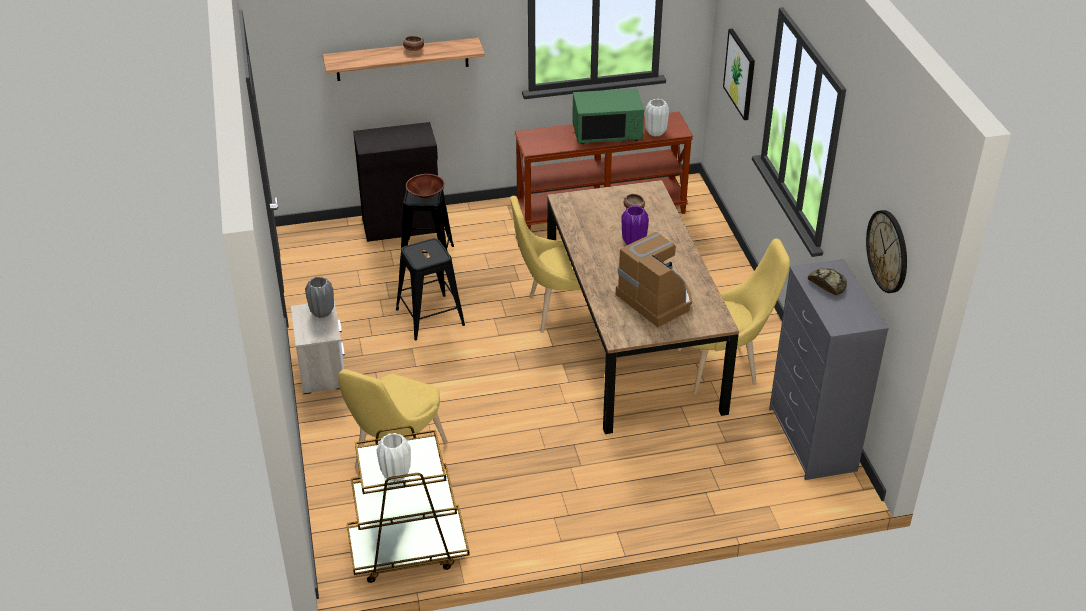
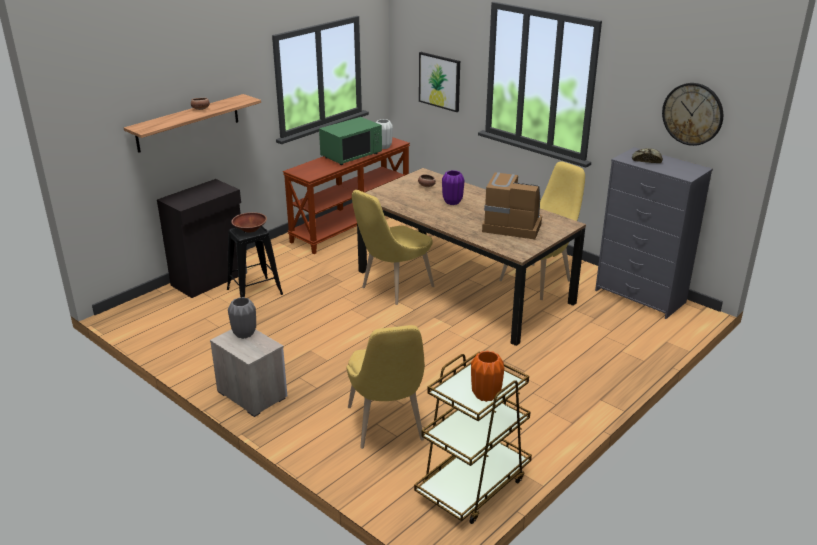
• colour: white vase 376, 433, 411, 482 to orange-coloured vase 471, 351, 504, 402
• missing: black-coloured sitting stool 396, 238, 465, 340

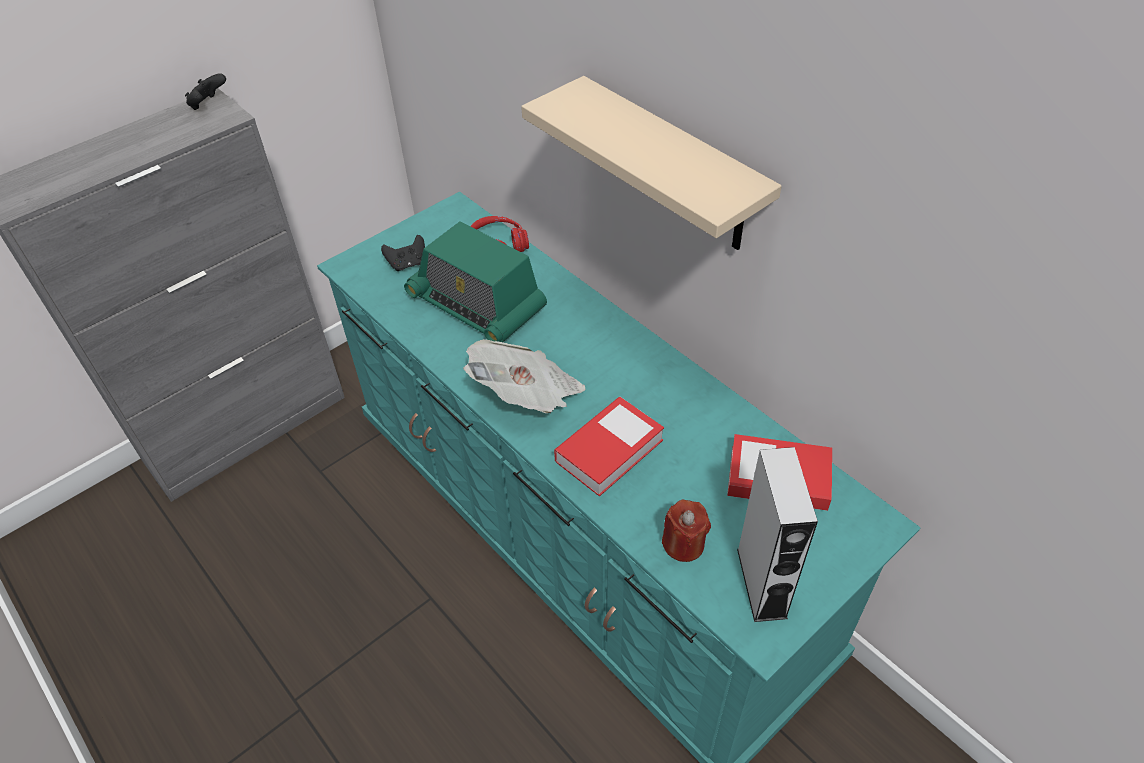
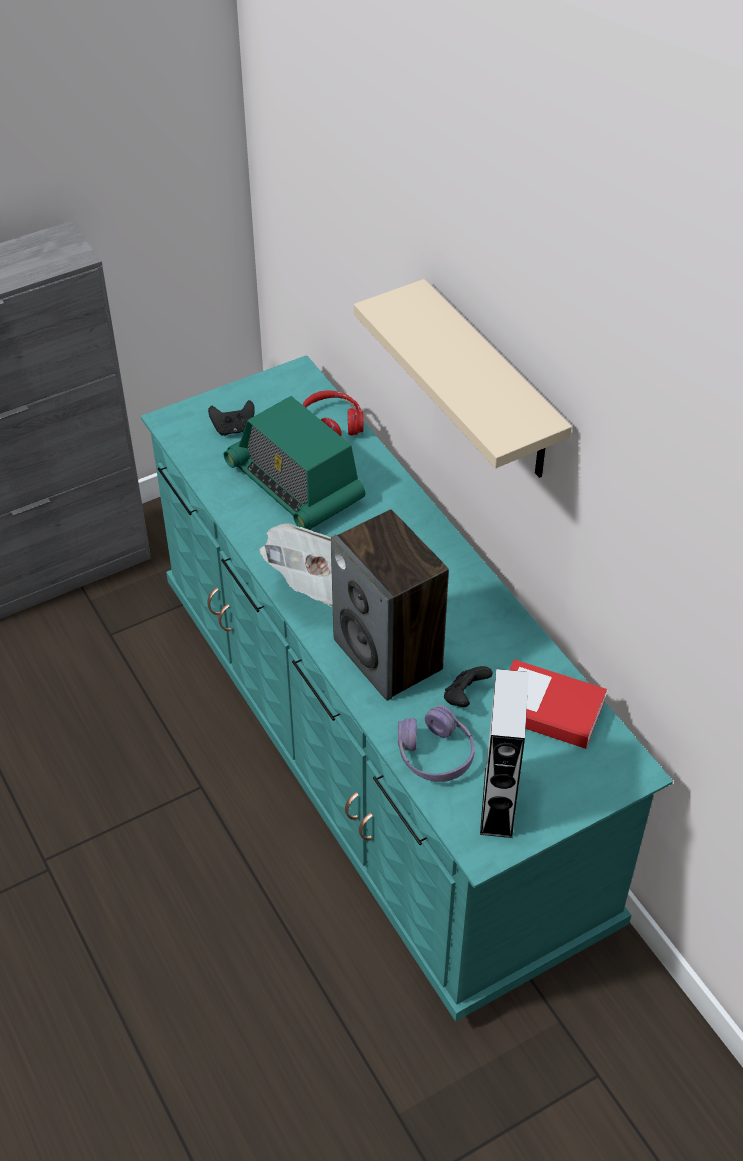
• relocated: black-coloured gamepad 185, 73, 226, 110 to 444, 666, 493, 707
• exchanged: bound book 554, 397, 664, 497 to loudspeaker 331, 510, 449, 701
• exchanged: red wax candle 662, 500, 711, 562 to purple-coloured headset 398, 705, 475, 782

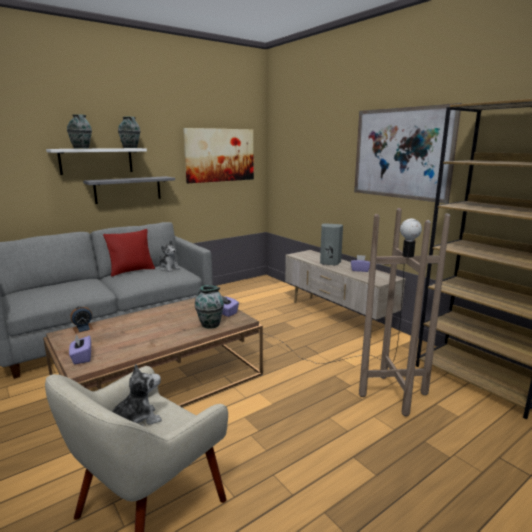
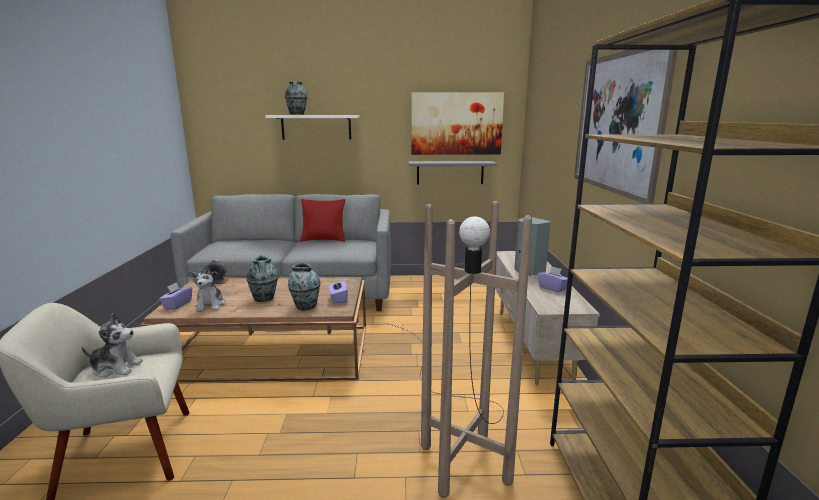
• relocated: gray shelf 83, 176, 175, 204 to 408, 161, 497, 184
• relocated: vase 118, 117, 140, 148 to 246, 255, 278, 302
• relocated: soft toy 159, 240, 181, 272 to 189, 265, 225, 312

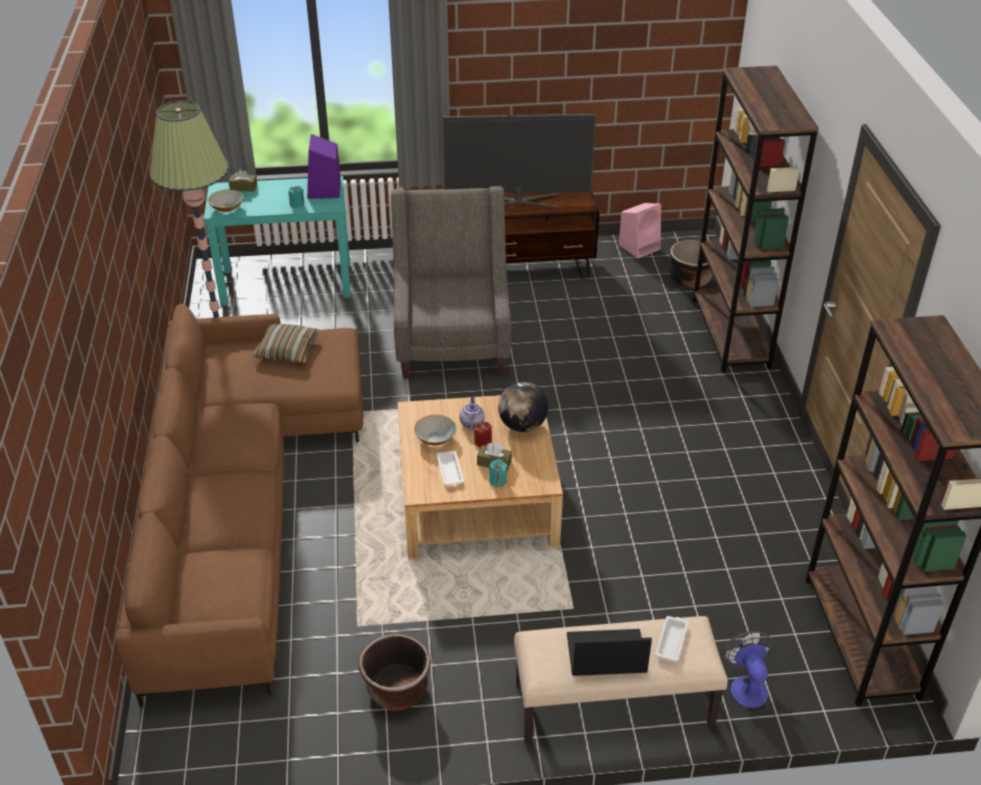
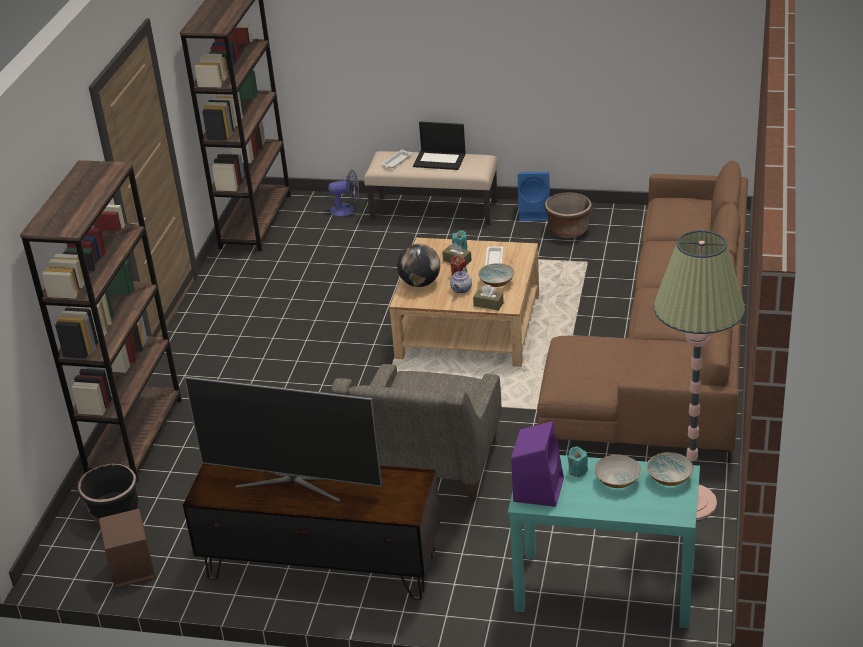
• relocated: brown-coloured tissue box 228, 169, 257, 191 to 473, 285, 504, 311
• missing: throw pillow 252, 323, 319, 363
• colour: pink-coloured loudspeaker 619, 203, 661, 259 to brown-coloured loudspeaker 98, 509, 155, 588
• spun: fan 723, 631, 772, 708 = 328, 170, 359, 216 105 degrees counterclockwise
• appeared: bluish loudspeaker 518, 172, 550, 221
• appeared: serving bowl 594, 455, 641, 488

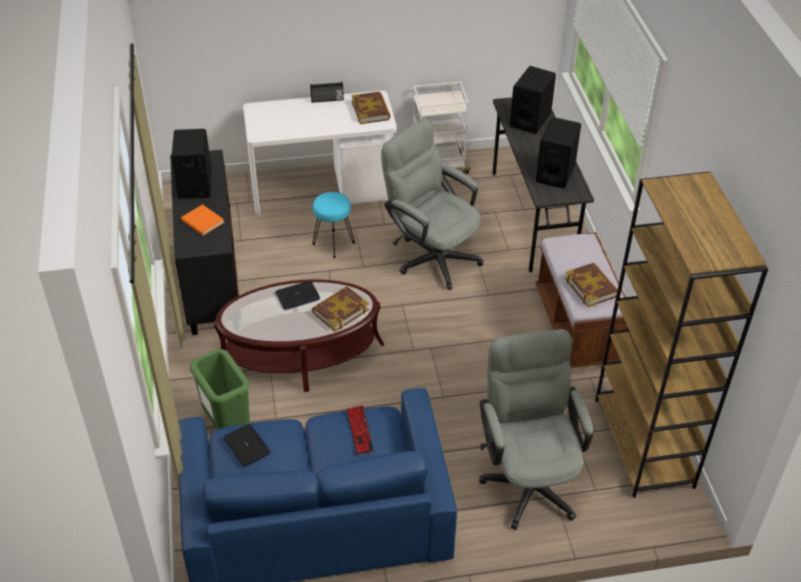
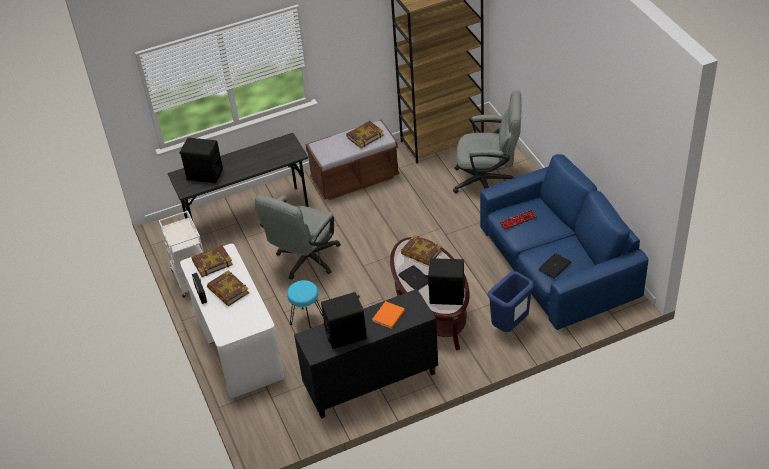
• colour: greenish waste bin 190, 349, 250, 430 to bluish waste bin 488, 271, 534, 332
• spun: gray office chair 479, 329, 593, 530 = 453, 90, 522, 193 150 degrees counterclockwise
• relocated: black-coloured loudspeaker 536, 117, 581, 189 to 426, 258, 465, 305
• appeared: bound book 207, 270, 249, 306

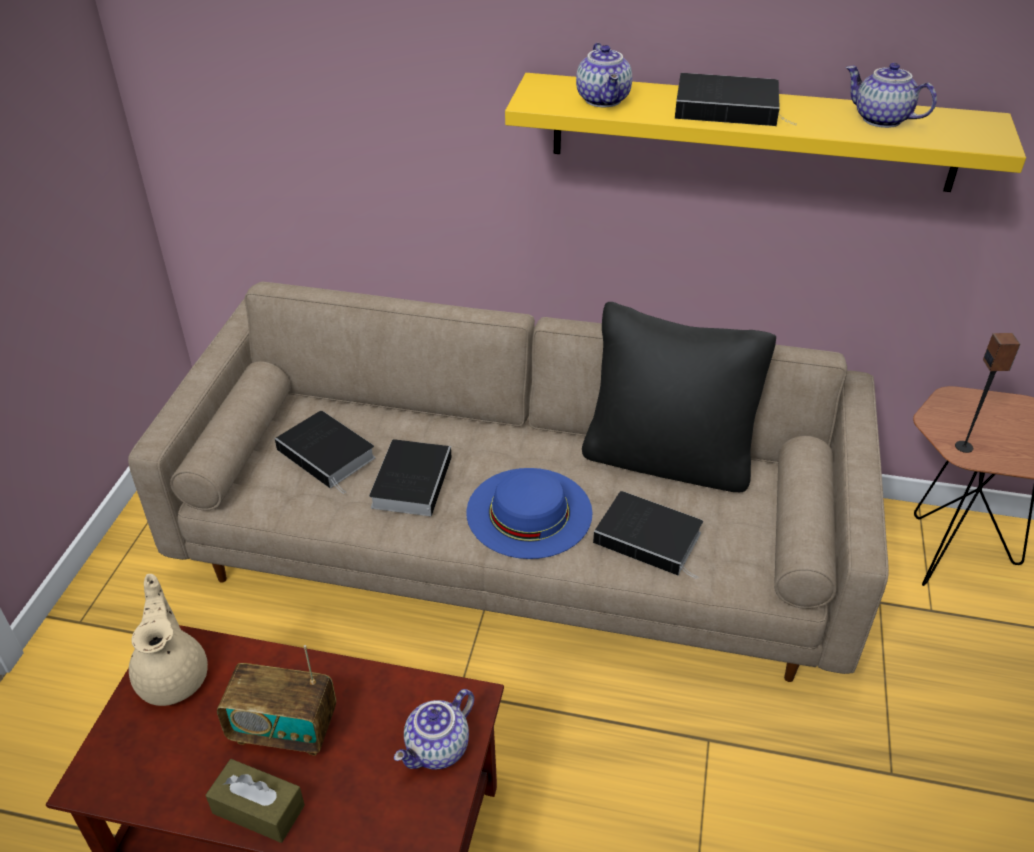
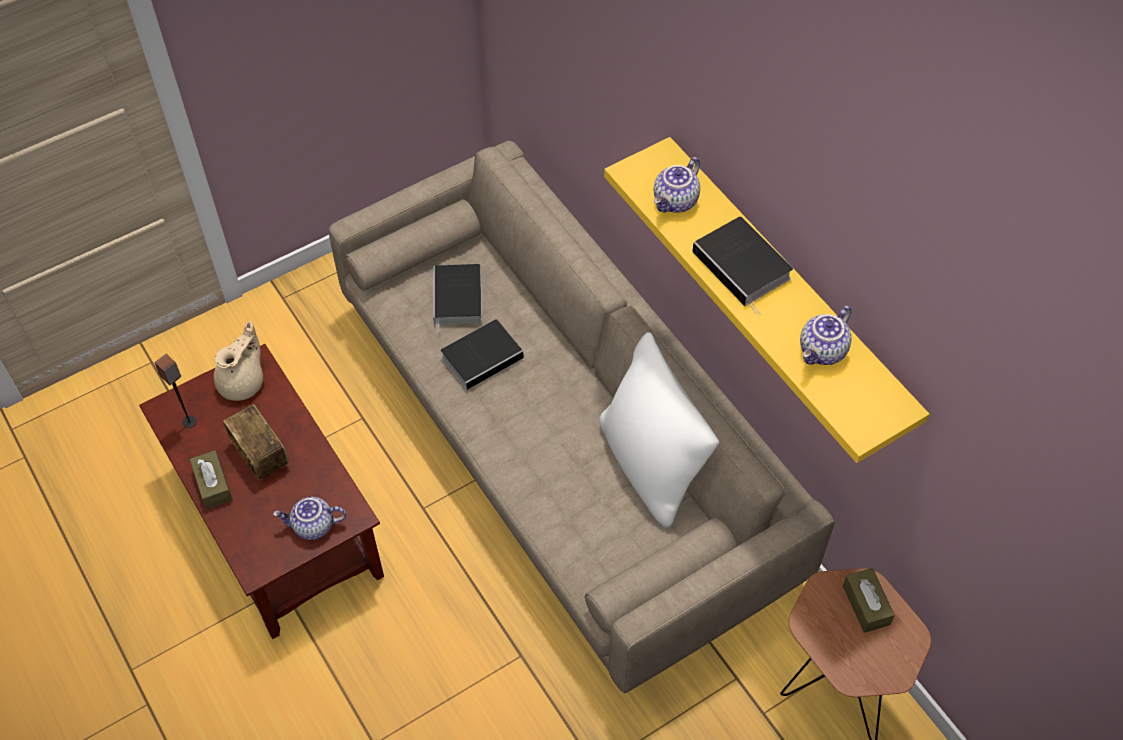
• missing: bluish hat 466, 468, 592, 559
• colour: black-coloured throw pillow 582, 302, 776, 492 to white throw pillow 599, 332, 720, 528
• missing: bound book 593, 491, 703, 579
• spun: teapot 846, 63, 937, 128 = 800, 305, 851, 365 135 degrees counterclockwise
• relocated: loudspeaker 955, 333, 1020, 453 to 154, 354, 197, 428
• appeared: brown-coloured tissue box 843, 568, 895, 633

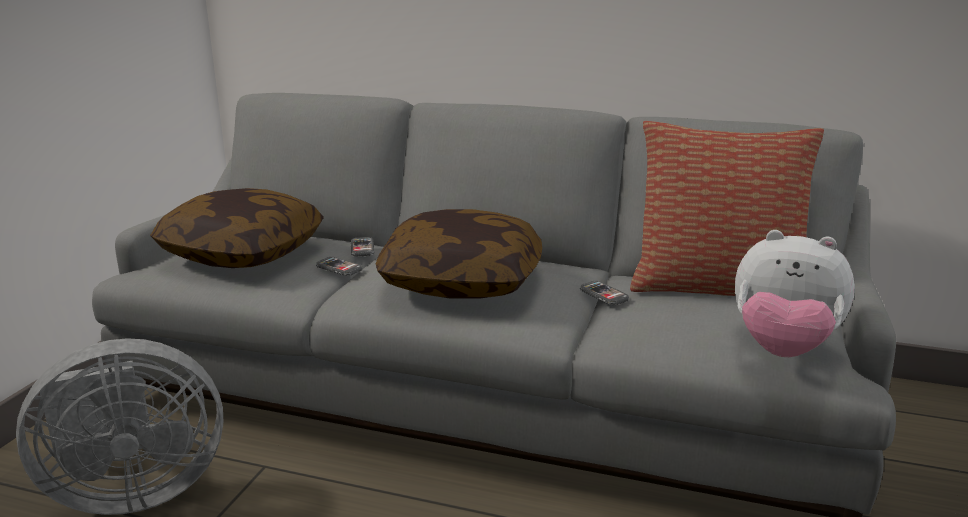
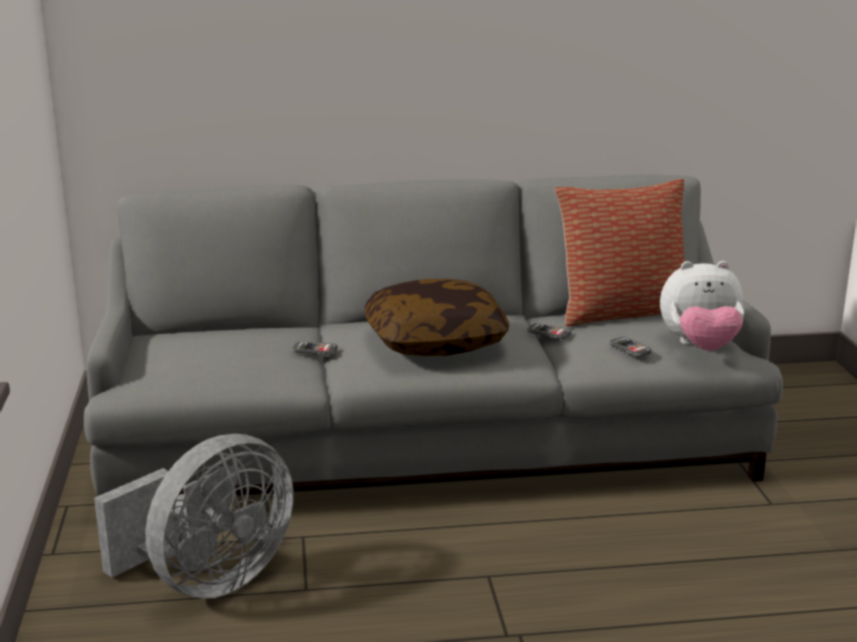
• missing: throw pillow 150, 188, 324, 268
• relocated: handset 351, 237, 374, 256 to 610, 337, 652, 357

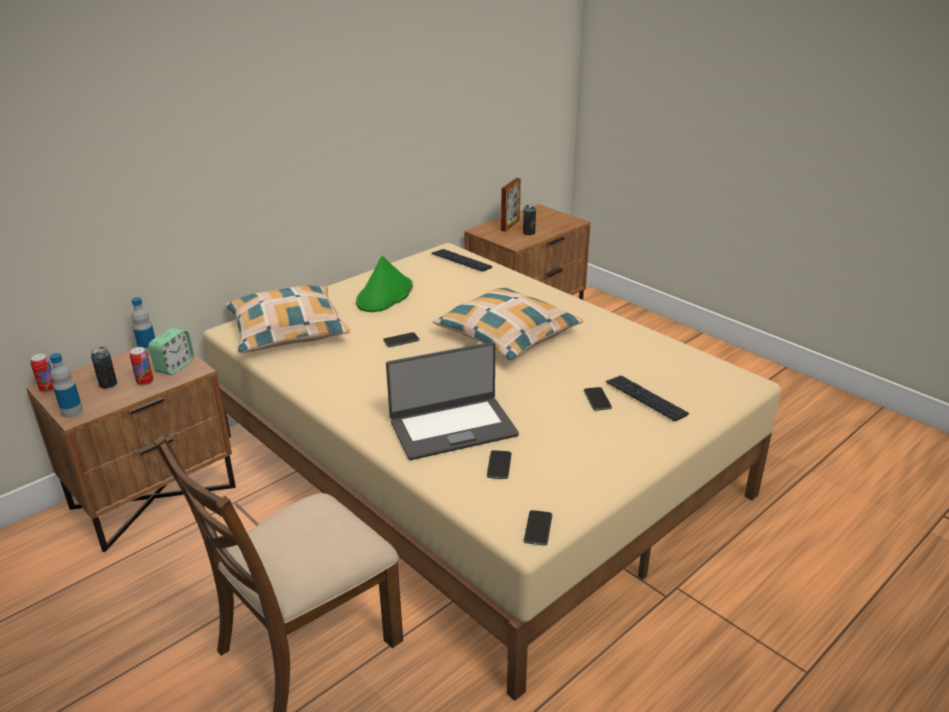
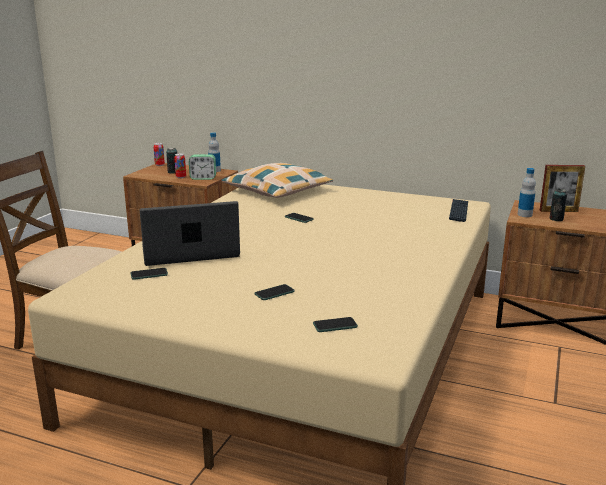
• relocated: beverage bottle 50, 353, 83, 418 to 517, 168, 536, 217
• missing: greenish hat 356, 256, 413, 312
• spun: notebook computer 386, 342, 519, 460 = 140, 201, 240, 266 120 degrees clockwise
• missing: throw pillow 433, 287, 583, 361
• relocated: handset 524, 510, 552, 546 to 313, 317, 358, 332
• missing: PC keyboard 606, 375, 689, 421

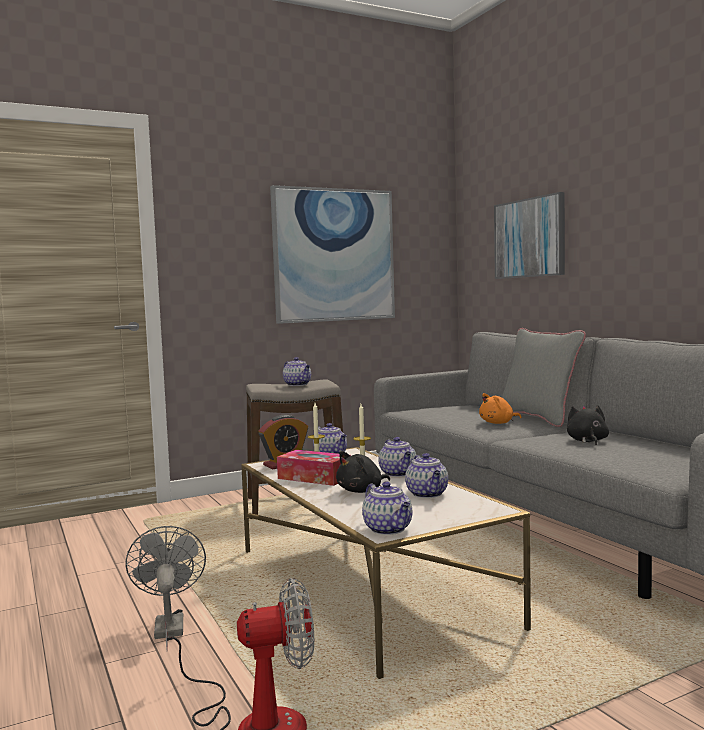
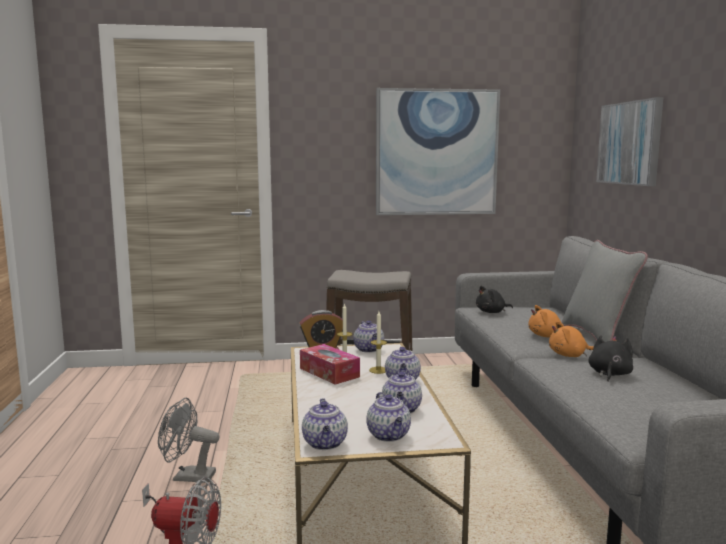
• spun: gray fan 125, 526, 206, 639 = 158, 397, 220, 483 90 degrees counterclockwise
• relocated: teapot 283, 357, 311, 386 to 366, 392, 411, 442
• relocated: black-coloured soft toy 336, 451, 390, 493 to 476, 286, 513, 313
• appeared: orange-coloured soft toy 549, 321, 594, 357

